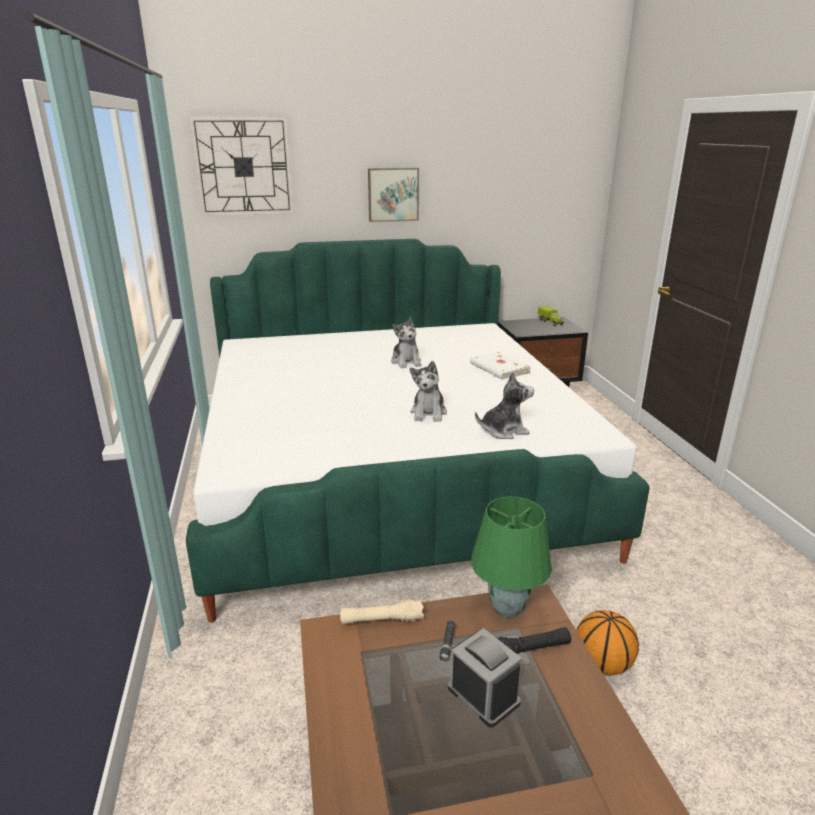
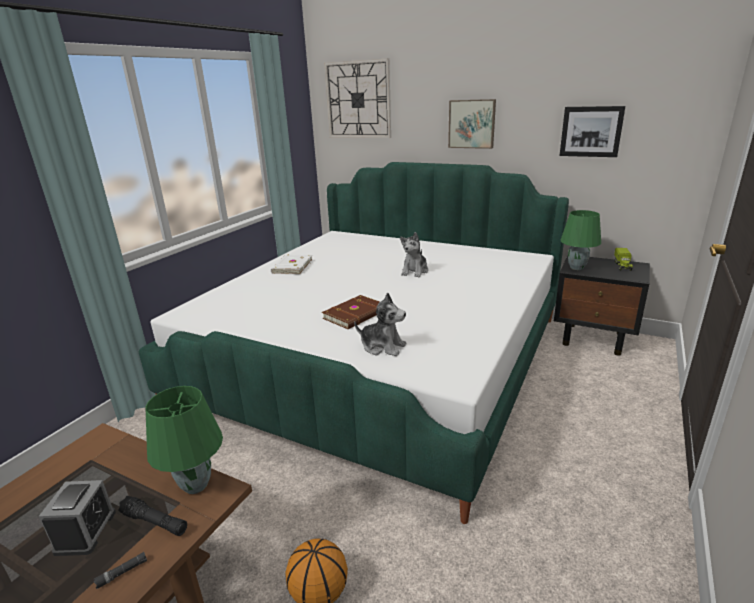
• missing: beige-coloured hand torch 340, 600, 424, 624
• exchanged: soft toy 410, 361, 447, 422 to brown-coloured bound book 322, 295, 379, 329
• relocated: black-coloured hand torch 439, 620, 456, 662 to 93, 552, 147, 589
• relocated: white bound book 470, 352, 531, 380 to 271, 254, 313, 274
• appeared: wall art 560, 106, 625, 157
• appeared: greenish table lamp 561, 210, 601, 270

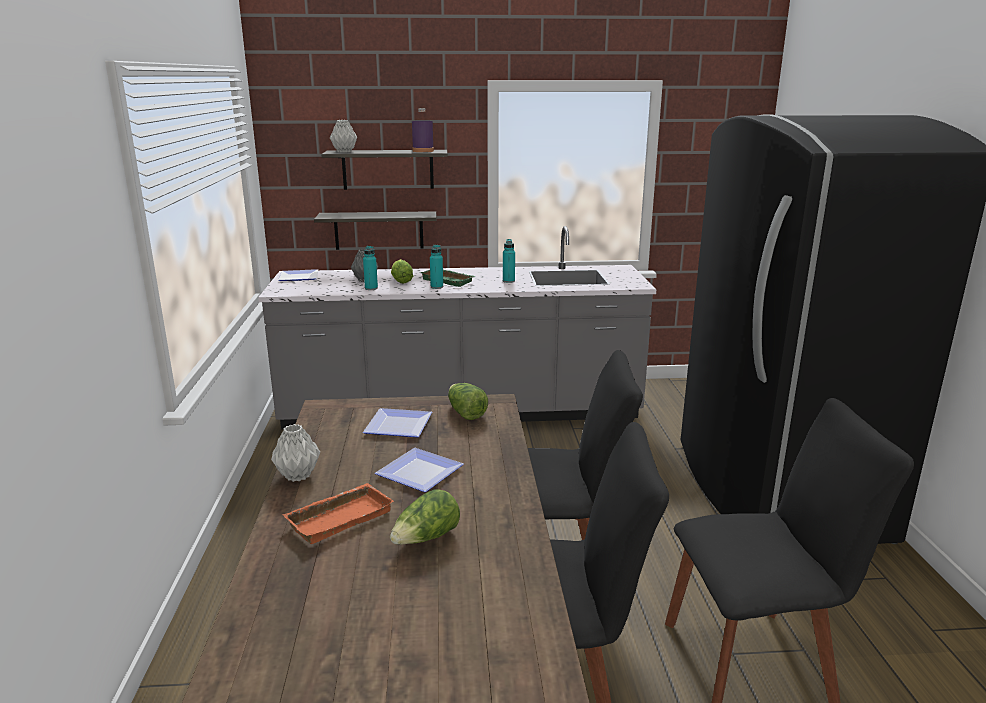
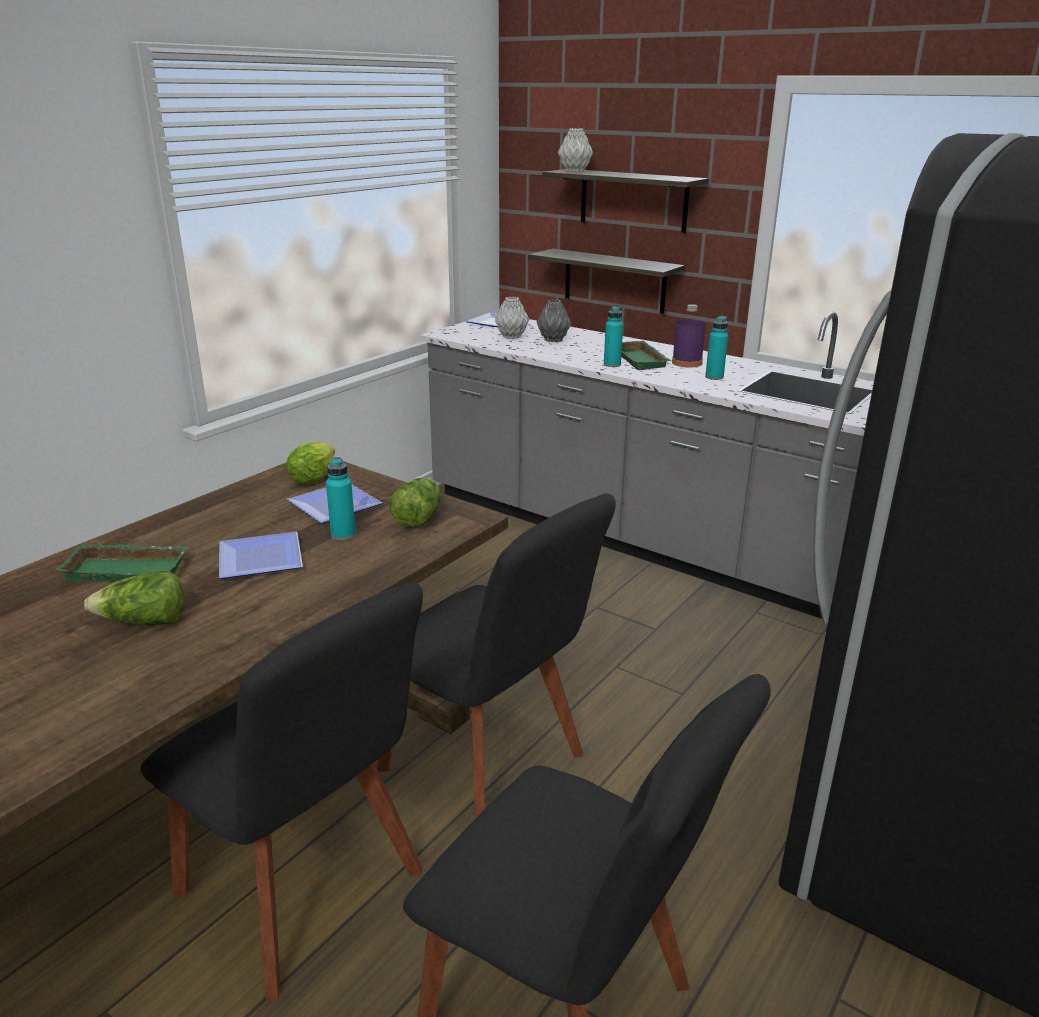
• relocated: gray vase 271, 424, 320, 482 to 495, 297, 529, 339
• colour: orange-coloured tray 282, 483, 394, 544 to greenish tray 56, 544, 188, 582
• relocated: turquoise-coloured beverage bottle 363, 246, 378, 290 to 326, 457, 356, 540
• relocated: head of lettuce 391, 259, 413, 284 to 286, 442, 335, 485
• relocated: purple-coloured beverage bottle 412, 108, 434, 152 to 672, 304, 706, 368

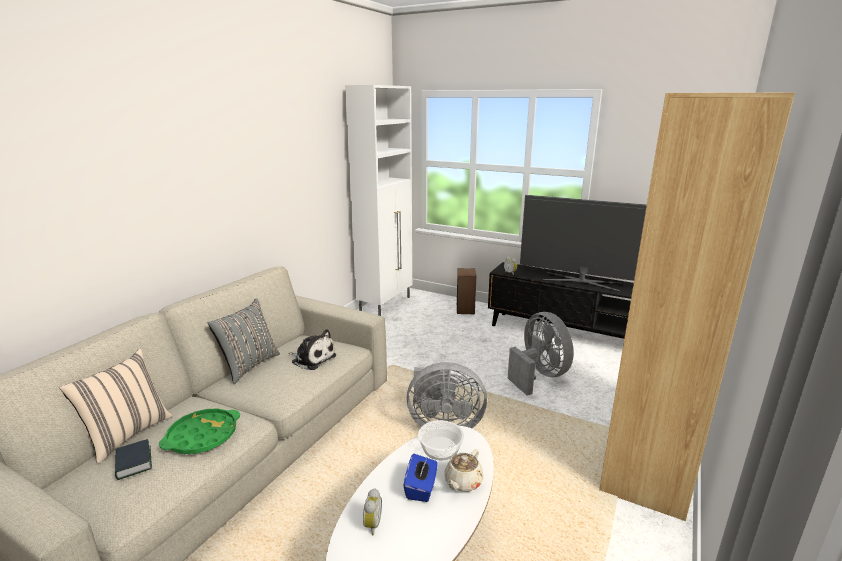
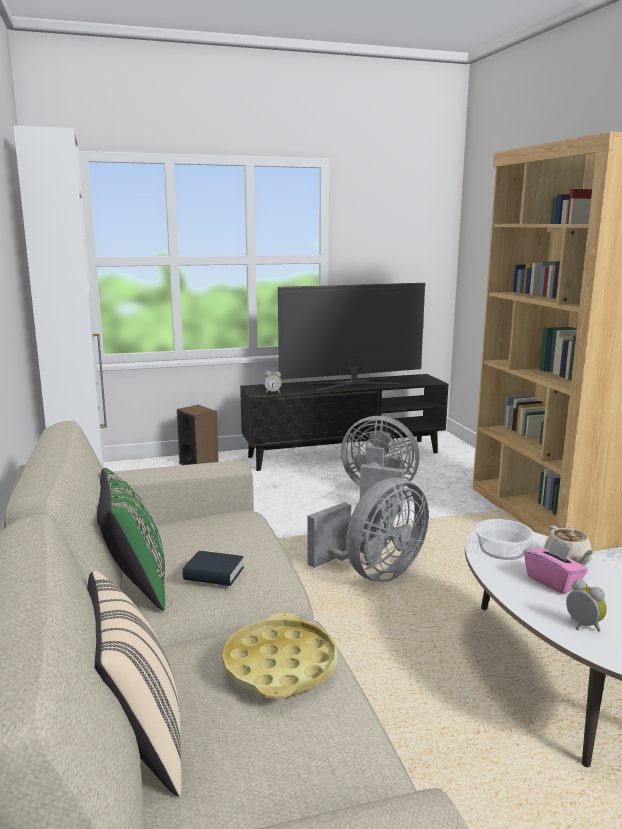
• relocated: bound book 115, 439, 152, 480 to 182, 551, 244, 586
• colour: greenish tray 159, 408, 240, 454 to yellow tray 222, 613, 337, 699
• colour: gray throw pillow 208, 298, 280, 384 to greenish throw pillow 97, 468, 165, 611
• missing: soft toy 289, 329, 336, 370
• colour: bluish tissue box 404, 454, 437, 502 to pink-coloured tissue box 524, 539, 588, 594

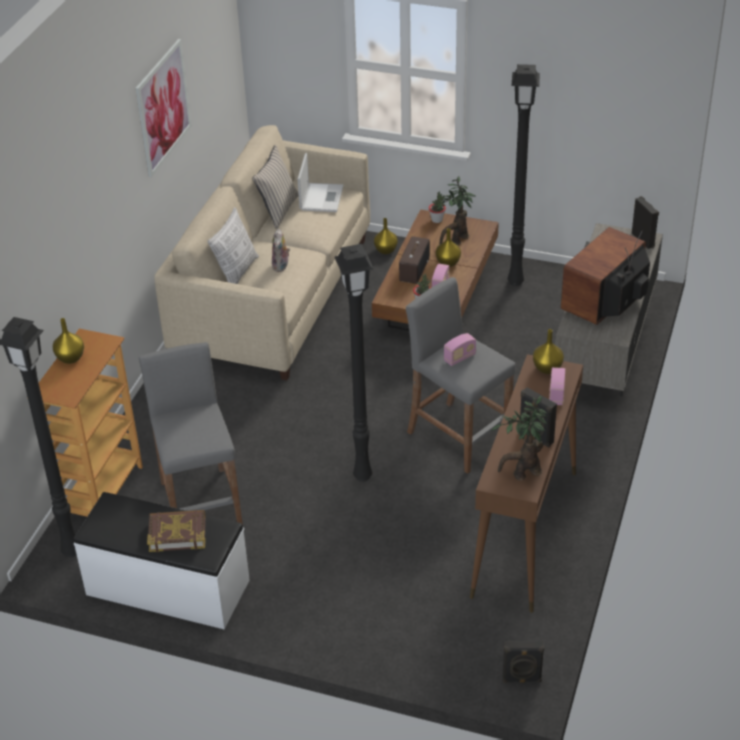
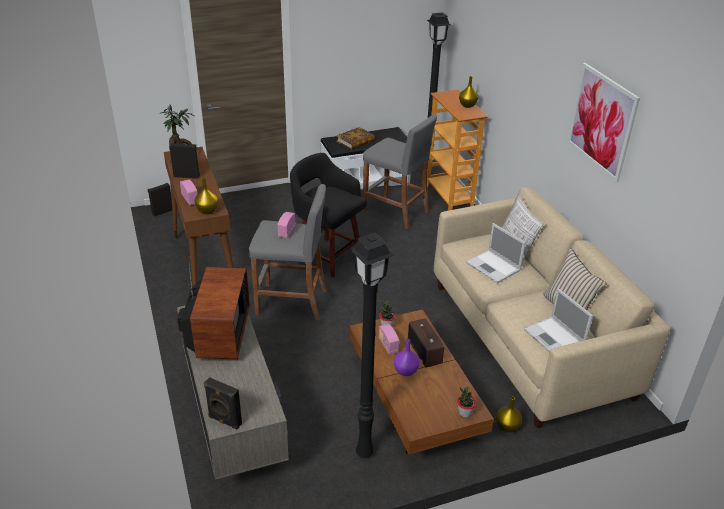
• exchanged: soft toy 272, 229, 290, 272 to notebook computer 466, 223, 526, 283
• exchanged: black-coloured standard lamp 335, 244, 374, 482 to black-coloured sitting stool 290, 153, 367, 278
• colour: yellow vase 436, 228, 461, 267 to purple-coloured vase 394, 339, 420, 376
• missing: potted plant 437, 177, 476, 245

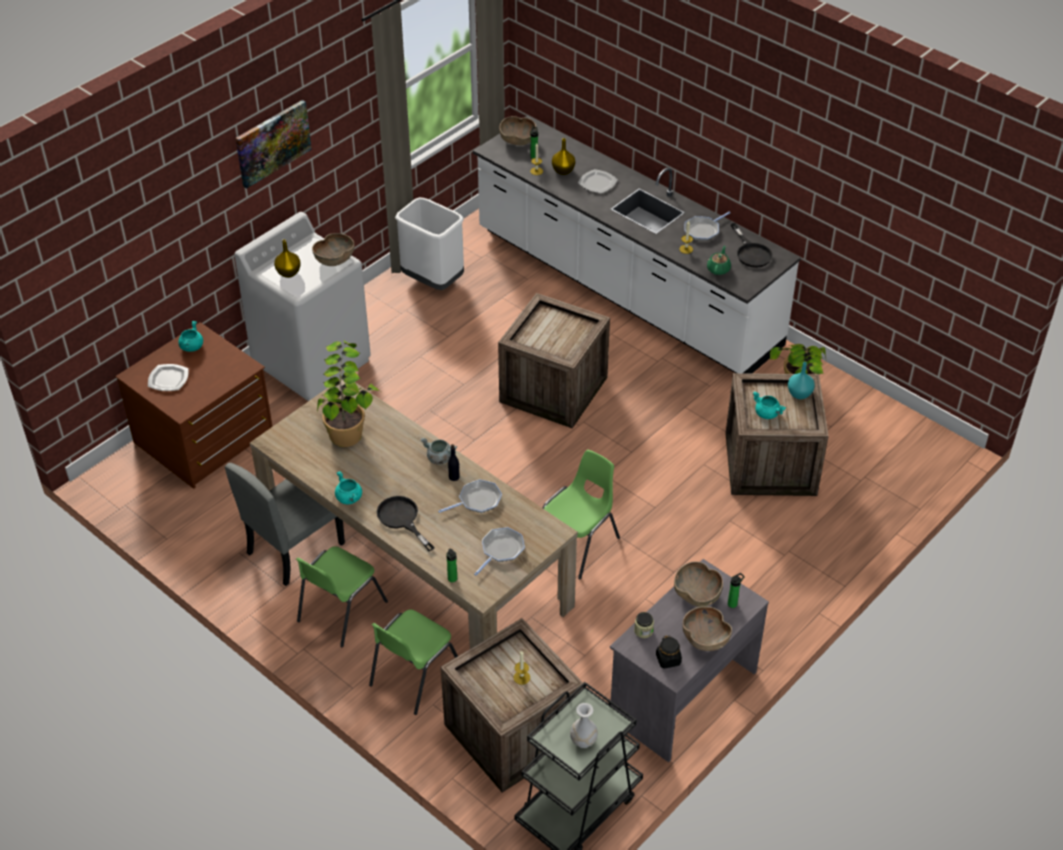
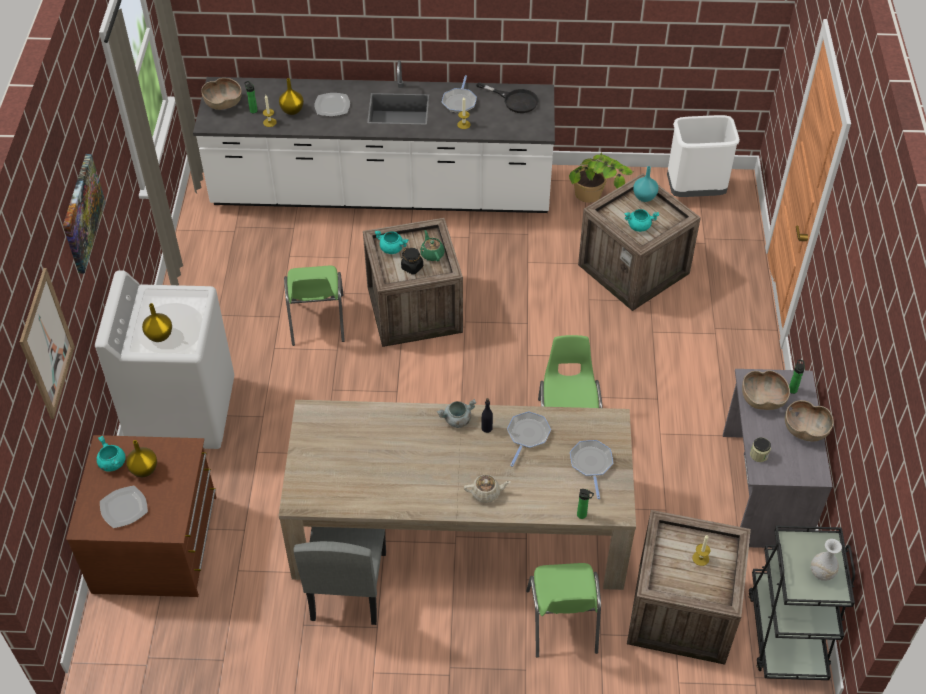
• relocated: greenish chair 296, 546, 388, 647 to 284, 266, 345, 346
• missing: brown-coloured serving bowl 312, 233, 354, 266
• missing: potted plant 317, 341, 381, 447
• relocated: turquoise-coloured saucepot 335, 471, 362, 504 to 375, 231, 408, 254
• exchanged: black-coloured pan 377, 496, 435, 551 to beige-coloured teapot 464, 475, 511, 503
• relocated: white waste bin 395, 197, 464, 290 to 667, 115, 740, 197
• relocated: black-coloured jar 656, 636, 682, 668 to 401, 248, 423, 275
• relocated: greenish teapot 707, 246, 731, 275 to 420, 230, 445, 261
• appeared: wall art 20, 268, 75, 419
• appeared: yellow vase 126, 440, 157, 477

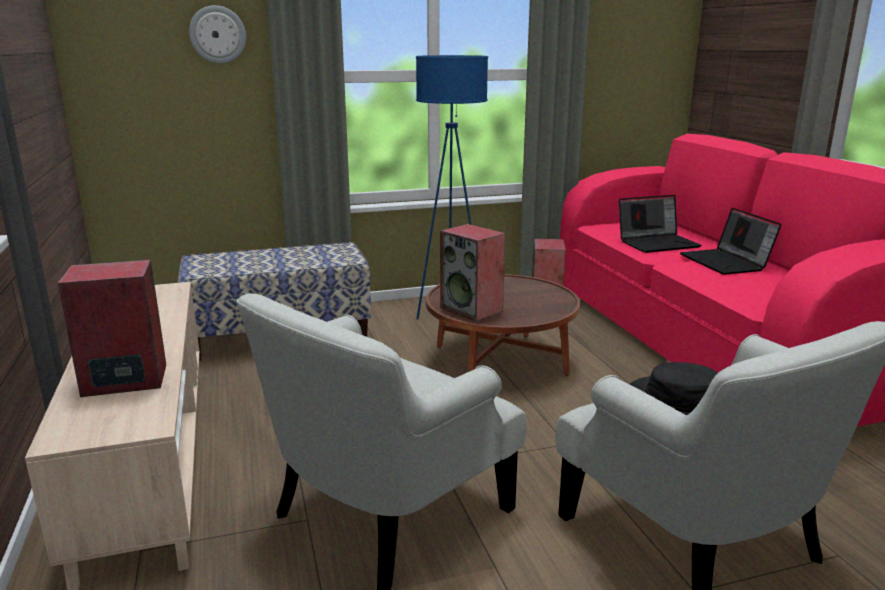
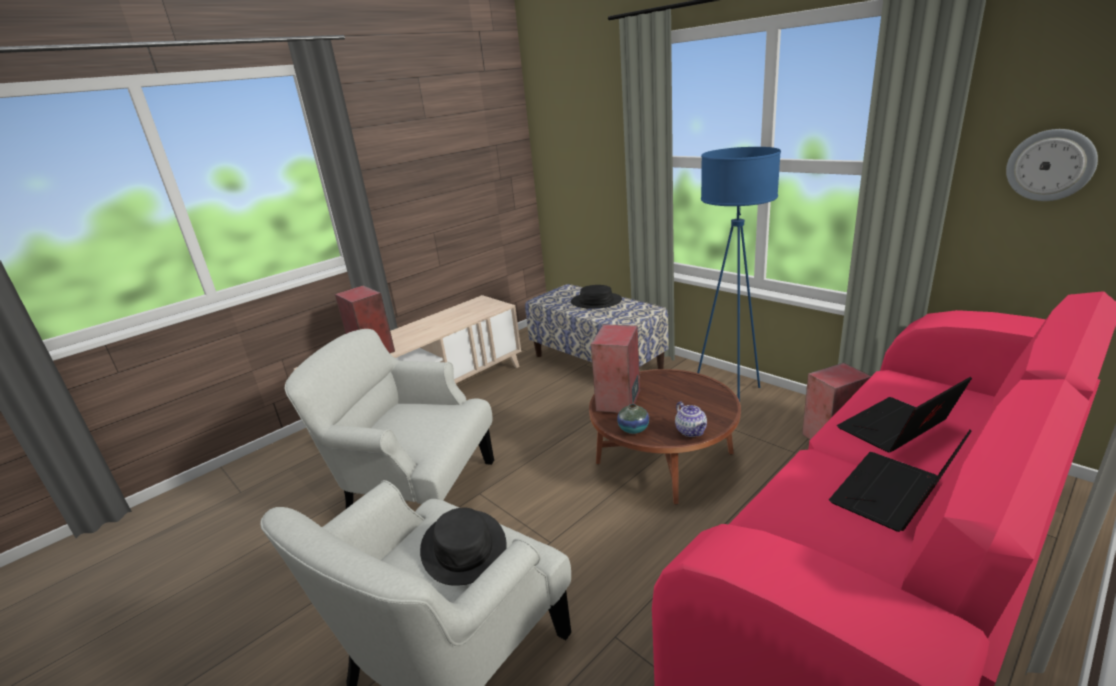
• relocated: hanging clock 189, 5, 246, 64 to 1006, 129, 1098, 201
• spun: notebook computer 619, 195, 702, 253 = 837, 377, 972, 453 105 degrees clockwise
• appeared: black-coloured hat 571, 285, 622, 308
• appeared: vase 617, 404, 649, 434
• appeared: teapot 675, 401, 707, 437

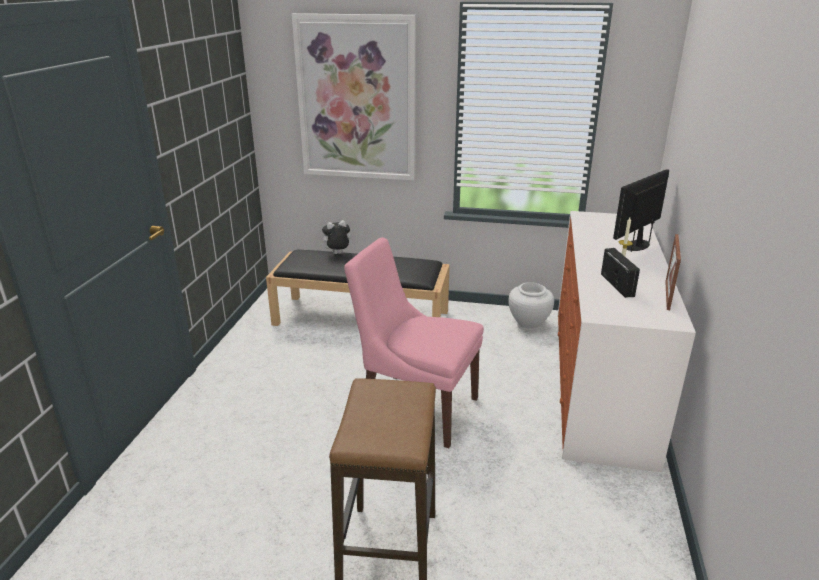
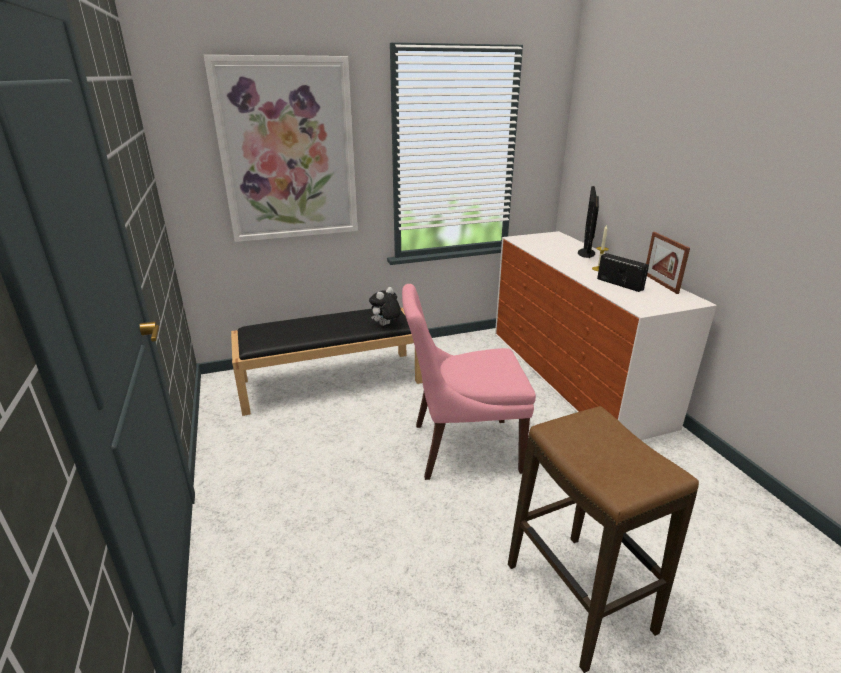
• relocated: soft toy 320, 220, 351, 254 to 369, 287, 401, 326
• missing: white vase 508, 282, 554, 331

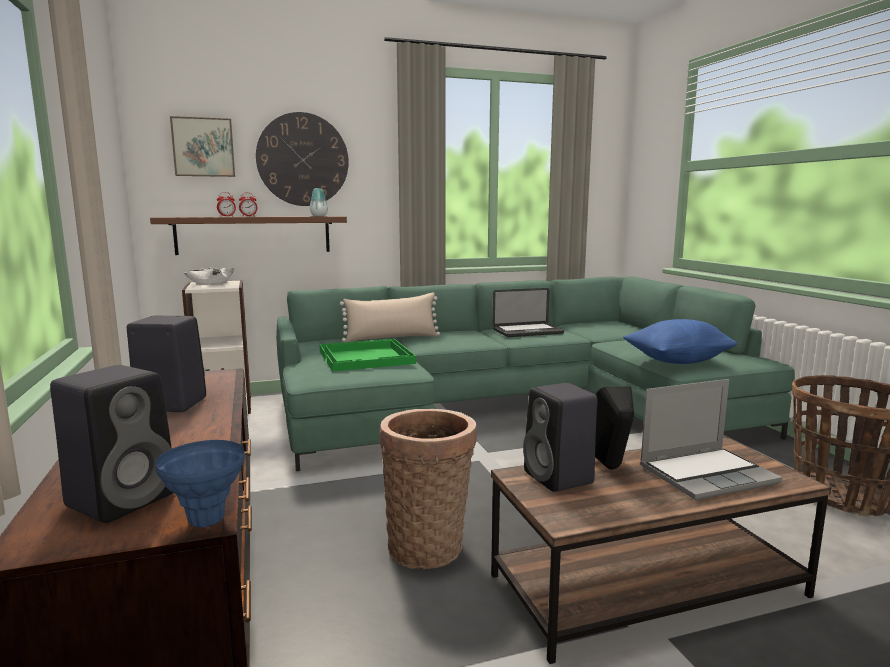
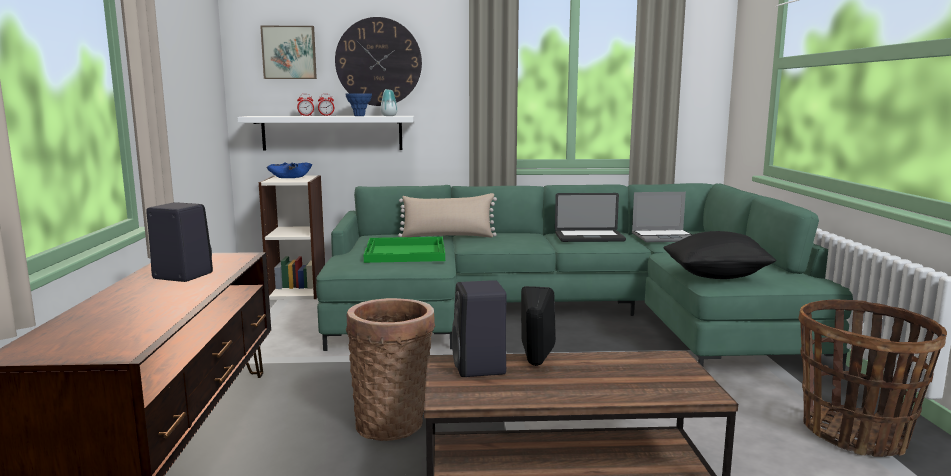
• missing: black-coloured loudspeaker 50, 365, 174, 523
• colour: brown-coloured shelf 150, 216, 347, 255 to white shelf 237, 116, 415, 151
• relocated: bluish vase 155, 440, 245, 528 to 346, 94, 372, 116
• colour: white serving bowl 184, 267, 234, 285 to bluish serving bowl 266, 162, 312, 178
• colour: bluish throw pillow 623, 319, 738, 364 to black-coloured throw pillow 663, 231, 776, 279
• relocated: notebook computer 640, 379, 782, 500 to 632, 192, 692, 242

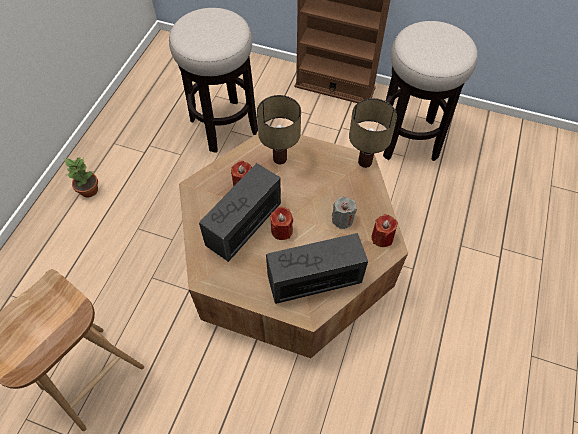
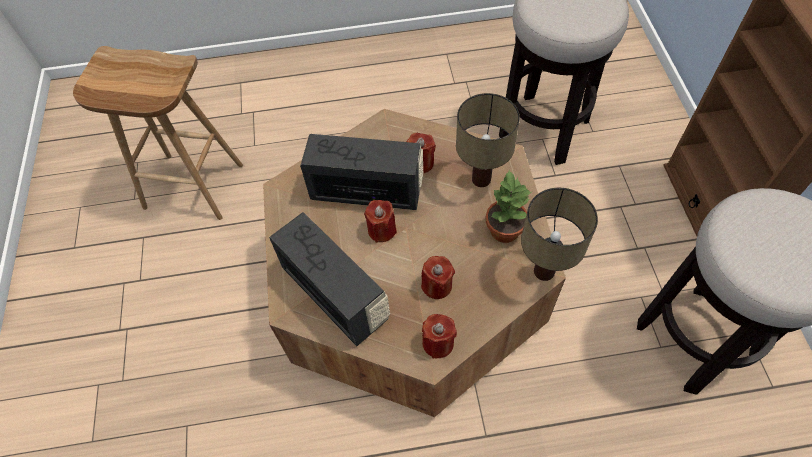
• relocated: potted plant 65, 157, 98, 198 to 486, 170, 532, 243
• colour: gray wax candle 332, 197, 357, 229 to red wax candle 421, 256, 455, 299

